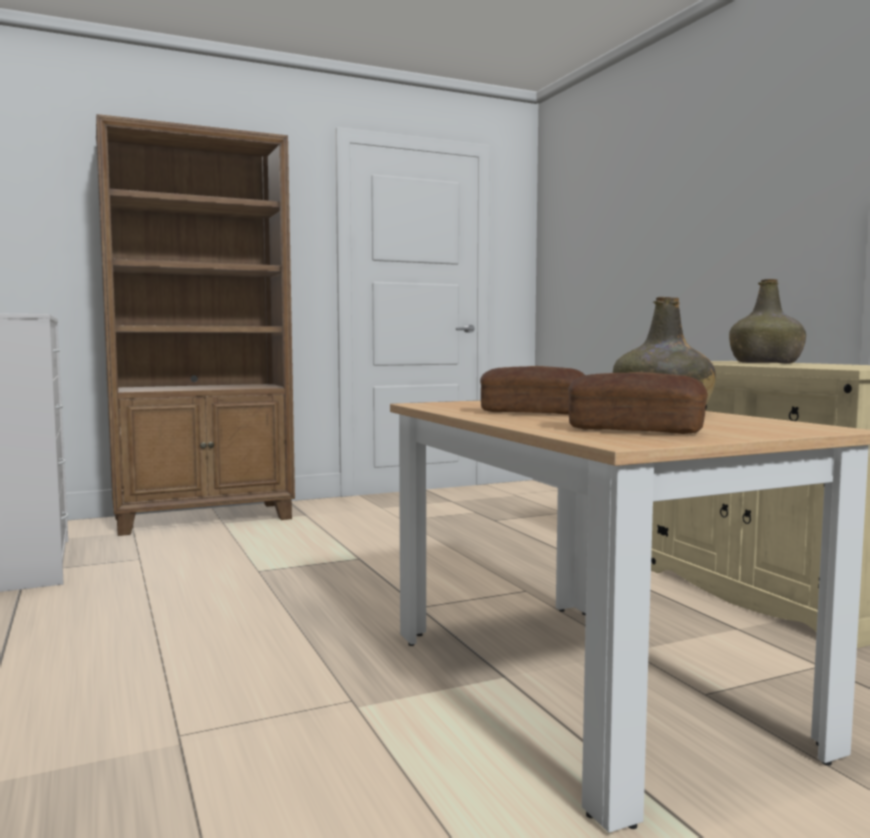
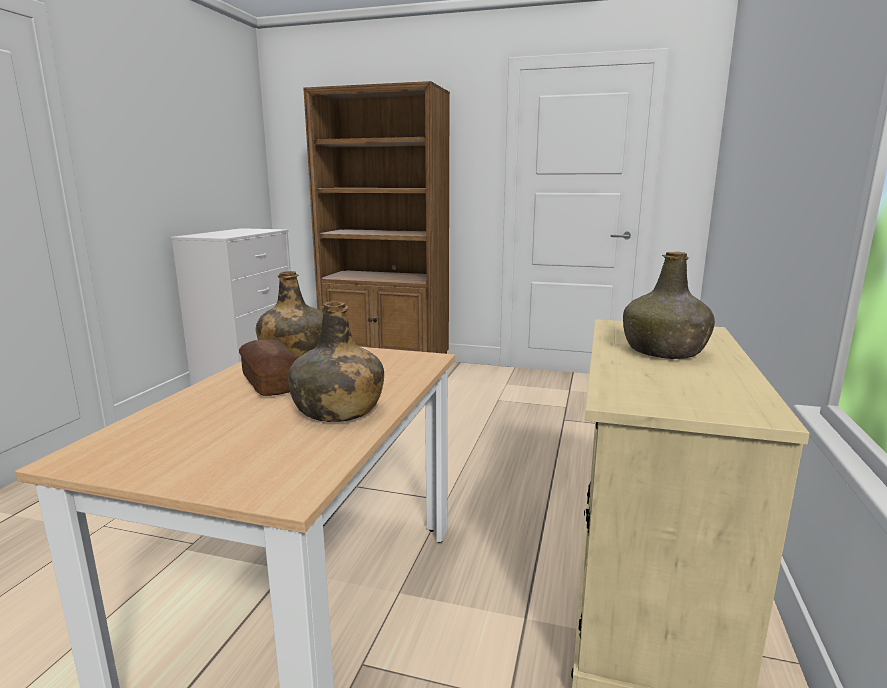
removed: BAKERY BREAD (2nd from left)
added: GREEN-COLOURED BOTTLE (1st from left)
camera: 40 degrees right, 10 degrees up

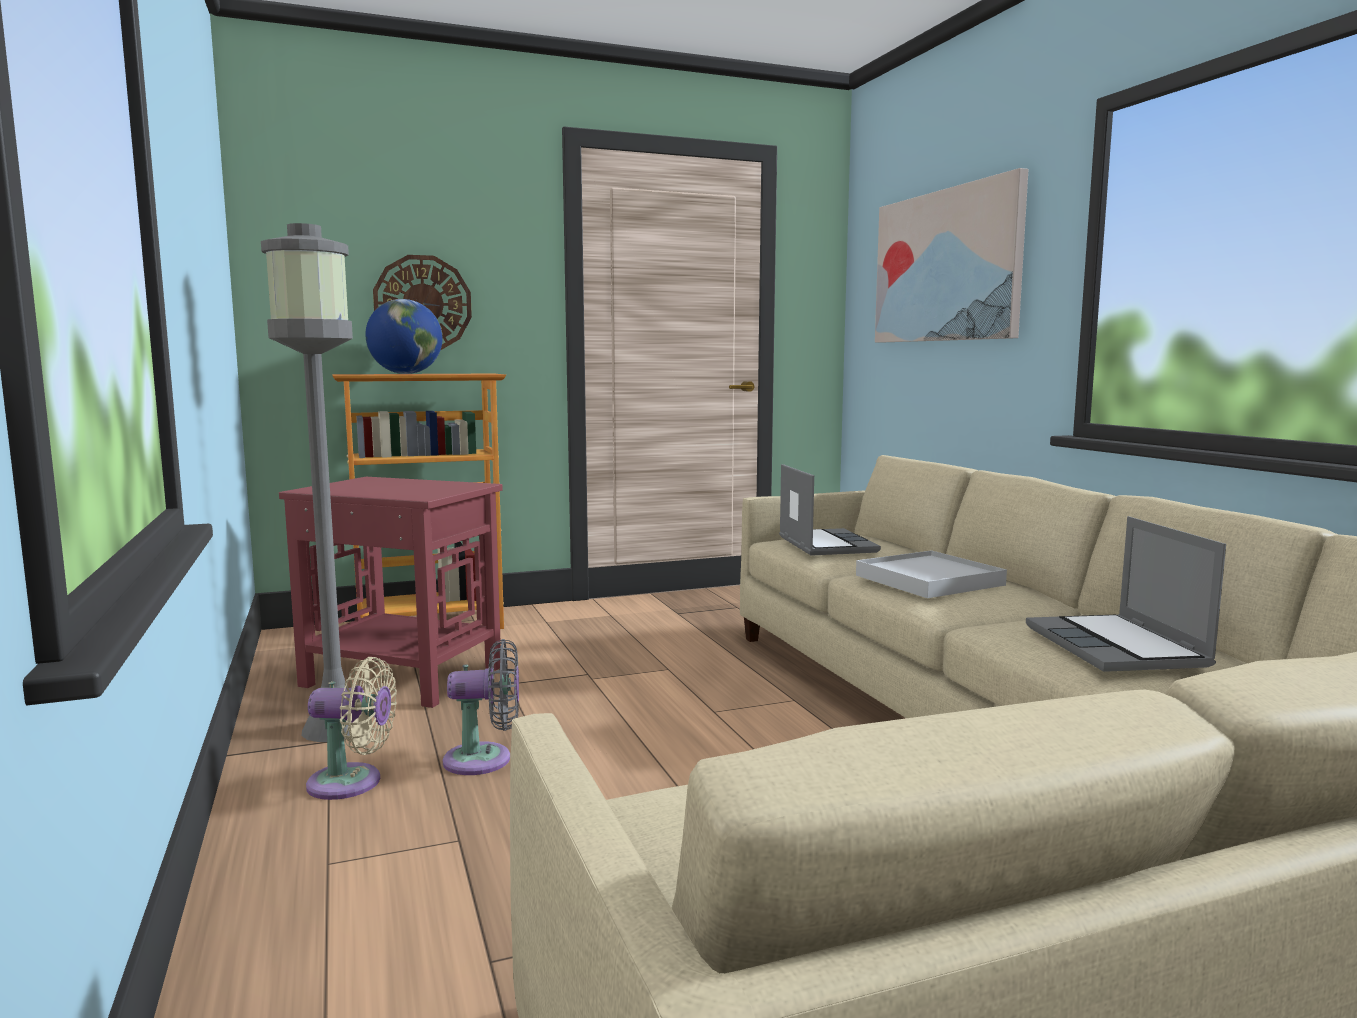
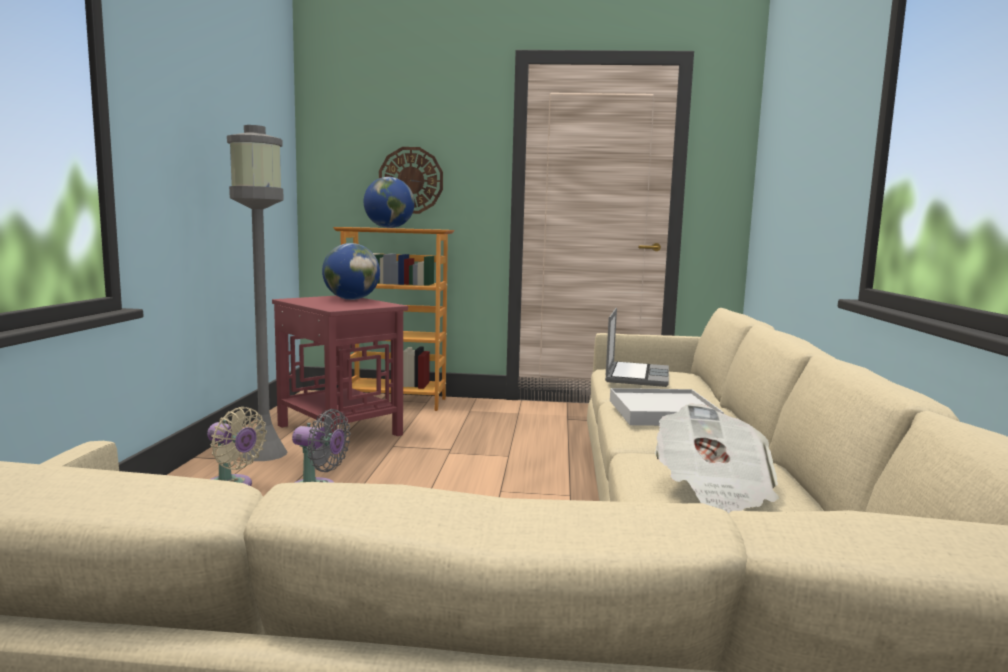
removed: WALL ART
added: WORLD GLOBE (1st from left)
replaced: PORTABLE COMPUTER (2nd from left) to PRINTED PAPER
camera: 25 degrees right, 0 degrees up

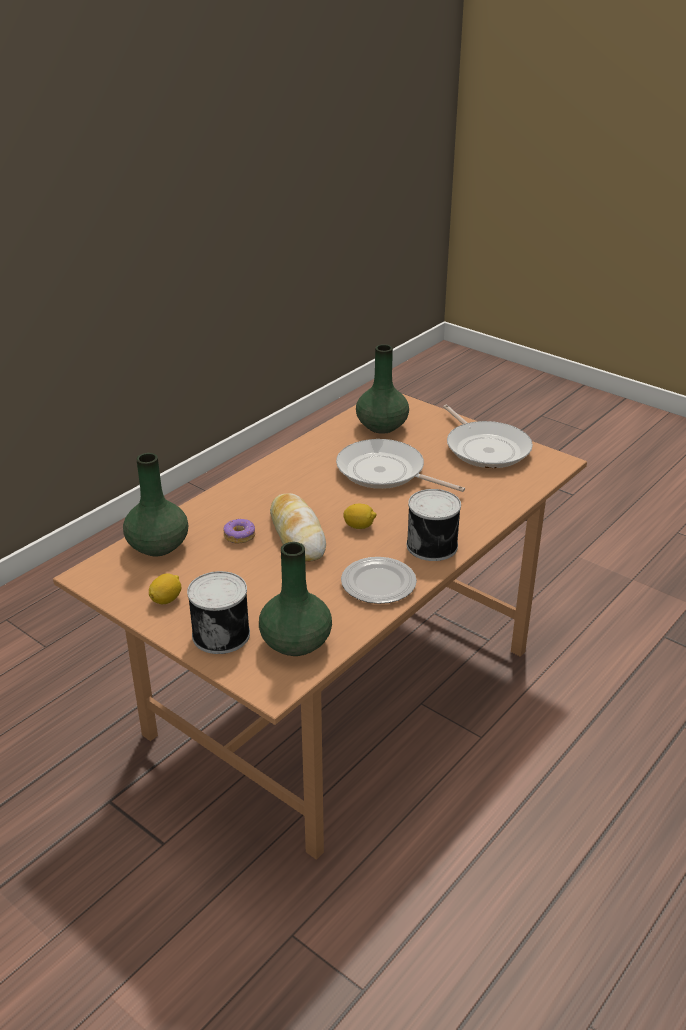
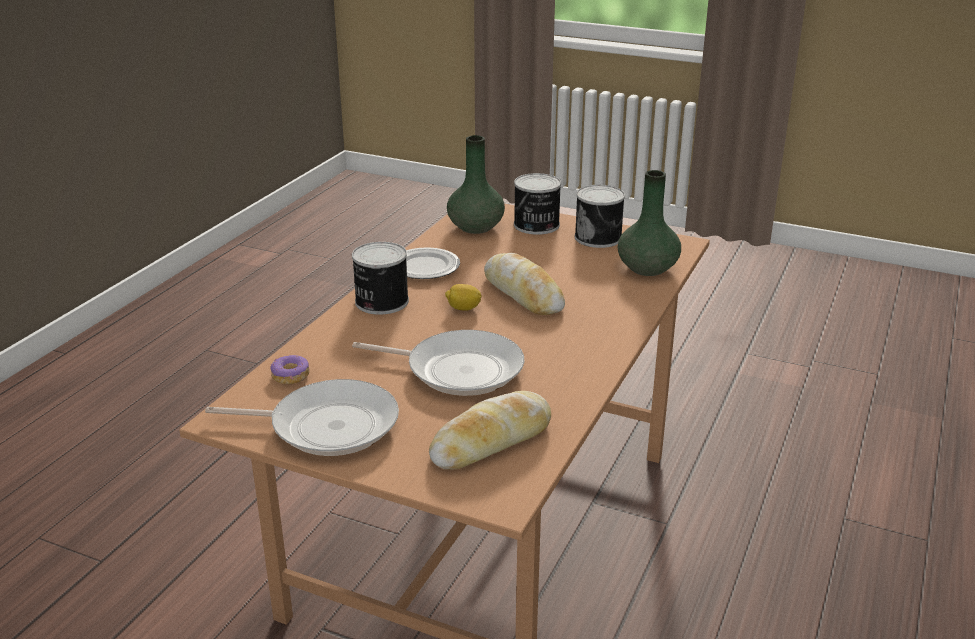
moved: DOUGHNUT
replaced: WHOLE LEMON (1st from left) to METAL CAN (3rd from left); GREEN-COLOURED VASE (3rd from left) to BAKERY BREAD (1st from left)
turned: SKILLET (2nd from left in the first image) 135 degrees clockwise
camera: 165 degrees right, 5 degrees down

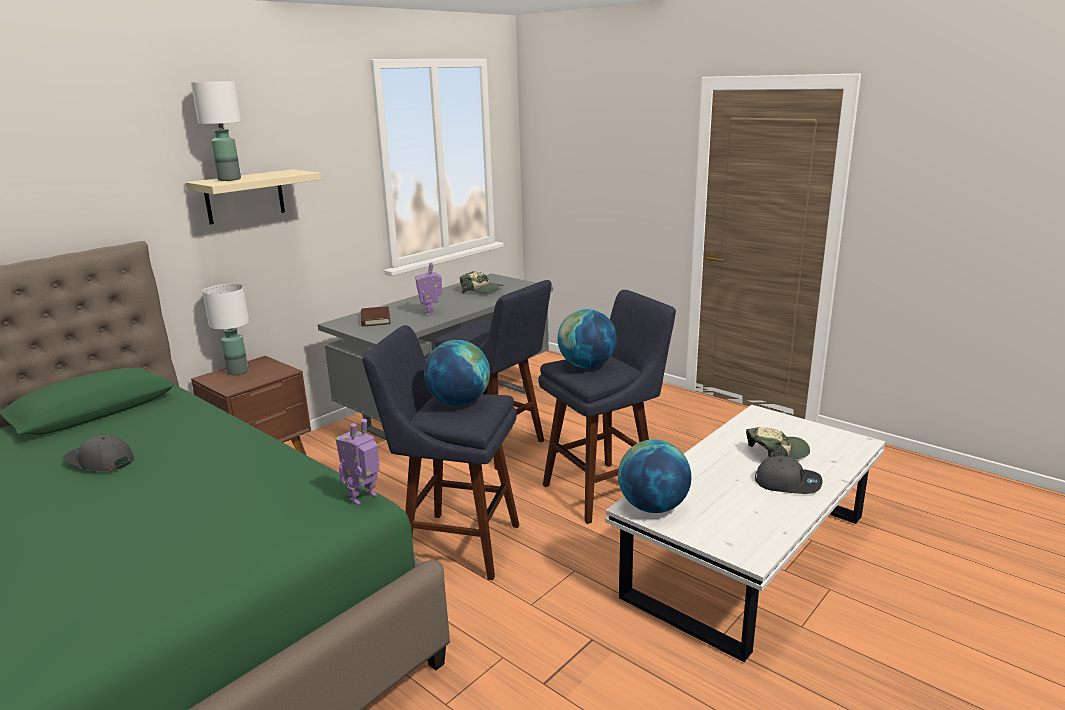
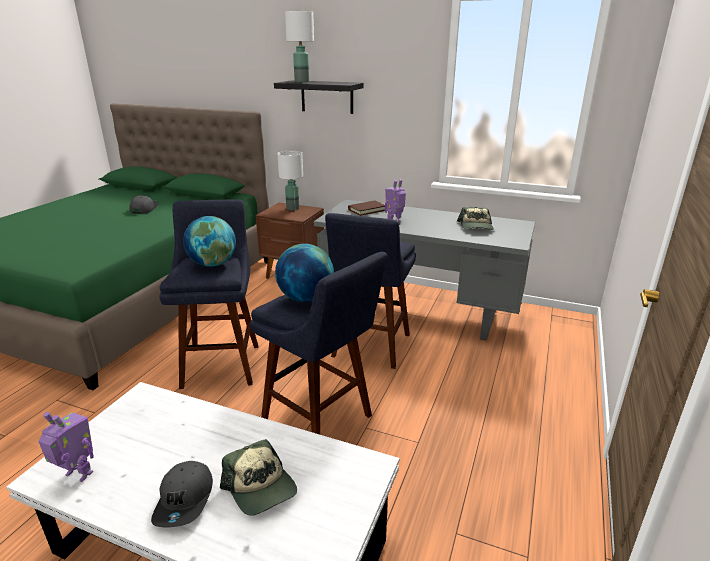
removed: WORLD GLOBE (3rd from left)
moved: MODEL ROBOT (1st from left)
recoloured: BEIGE-COLOURED BRACKET SHELF to BLACK BRACKET SHELF
camera: 70 degrees right, 5 degrees up

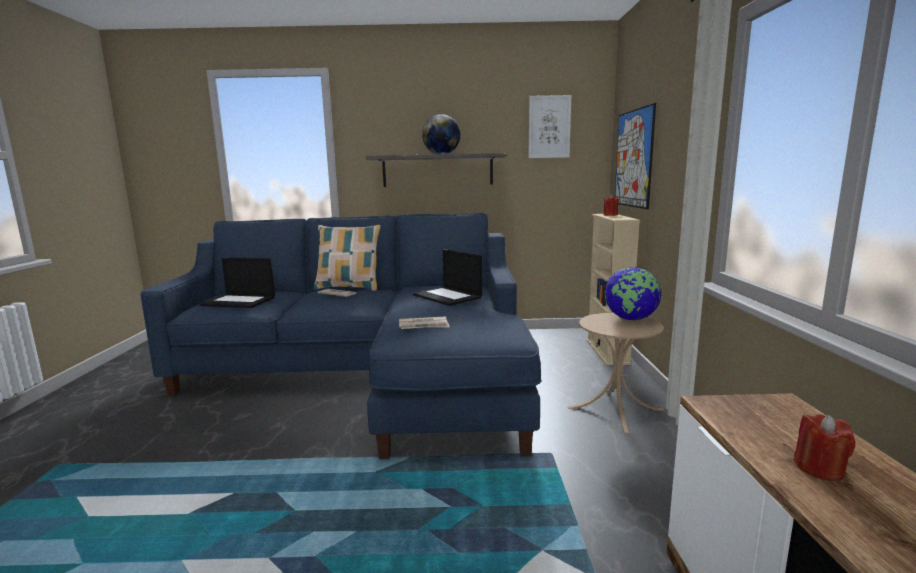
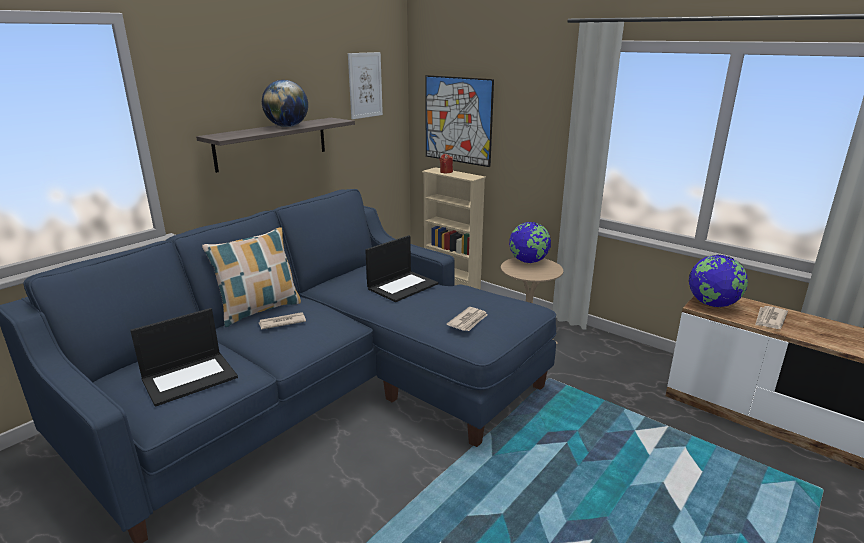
added: WORLD GLOBE (3rd from left)
replaced: RED CANDLE (2nd from left) to PRINTED PAPER (3rd from left)
turned: PORTABLE COMPUTER (2nd from left) 45 degrees counterclockwise
camera: 50 degrees left, 10 degrees up

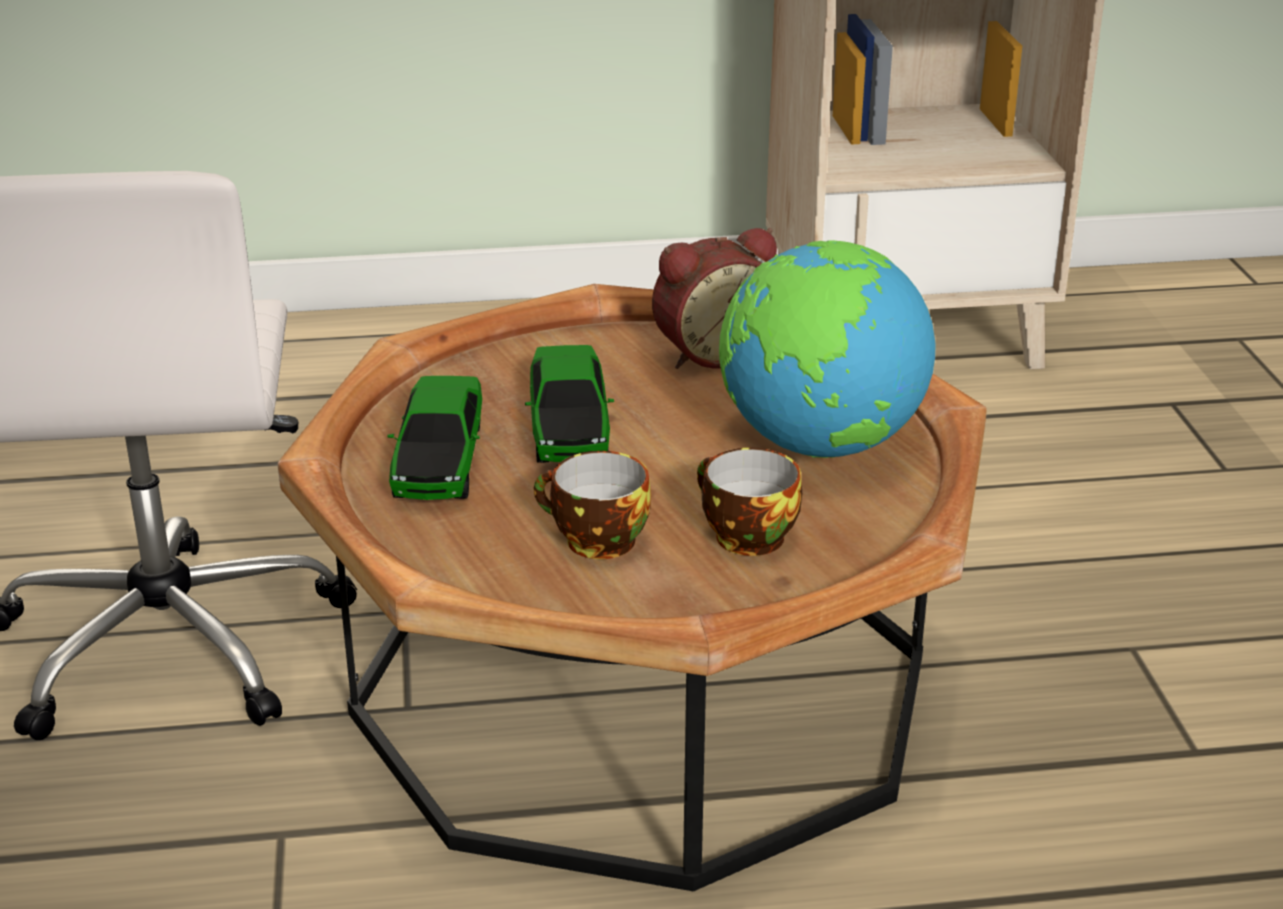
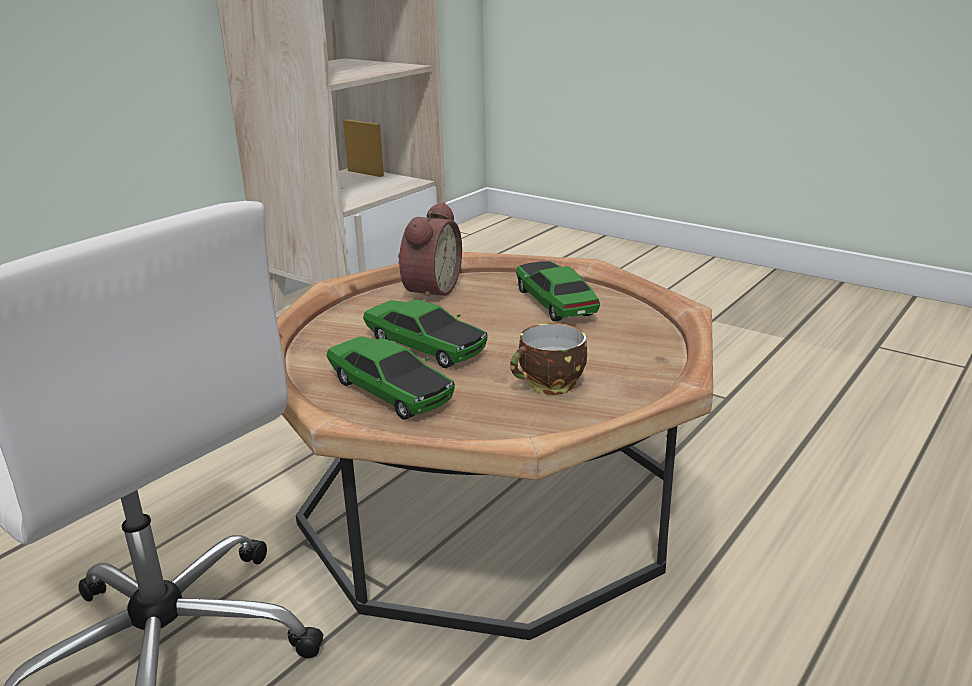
removed: DRINKING CUP (2nd from left)
replaced: WORLD GLOBE to MINIATURE CAR (3rd from left)
camera: 45 degrees left, 5 degrees down

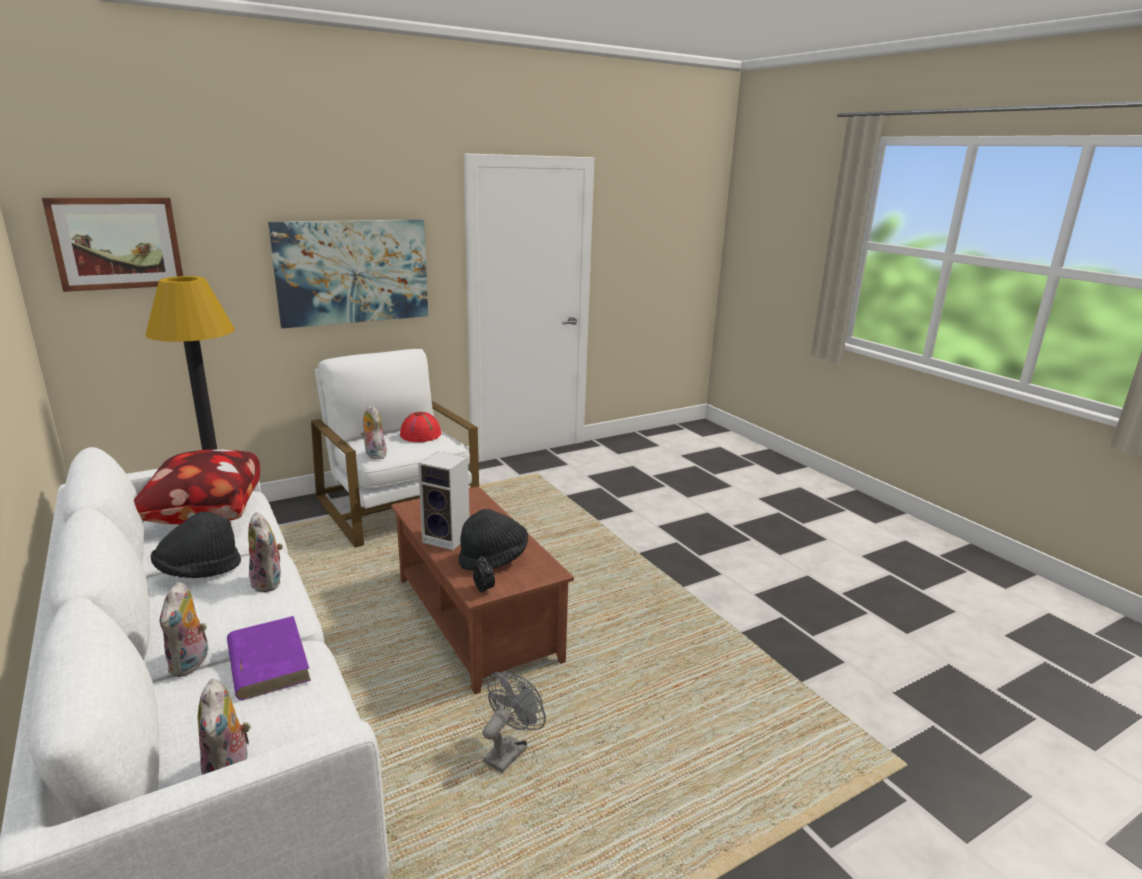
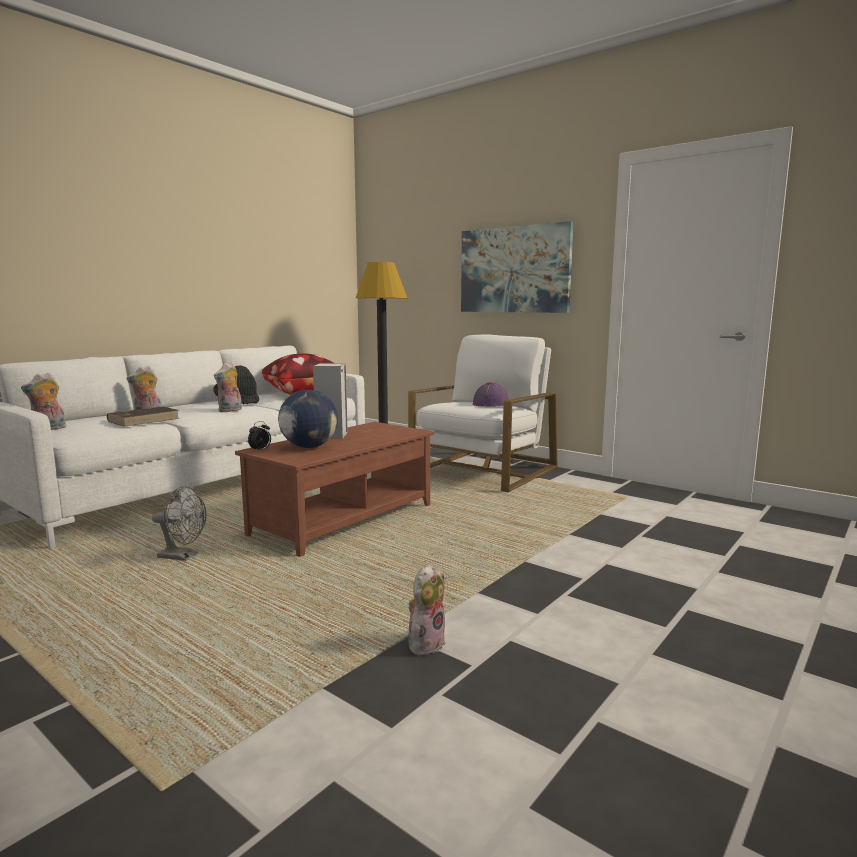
removed: WALL ART (1st from left)
moved: CUDDLY TOY (4th from left)
replaced: BLACK WEARABLE HAT (2nd from left) to WORLD GLOBE
recoloured: PURPLE BOOK to BROWNISH BOOK; RED WEARABLE HAT to PURPLE WEARABLE HAT
camera: 70 degrees right, 10 degrees down

